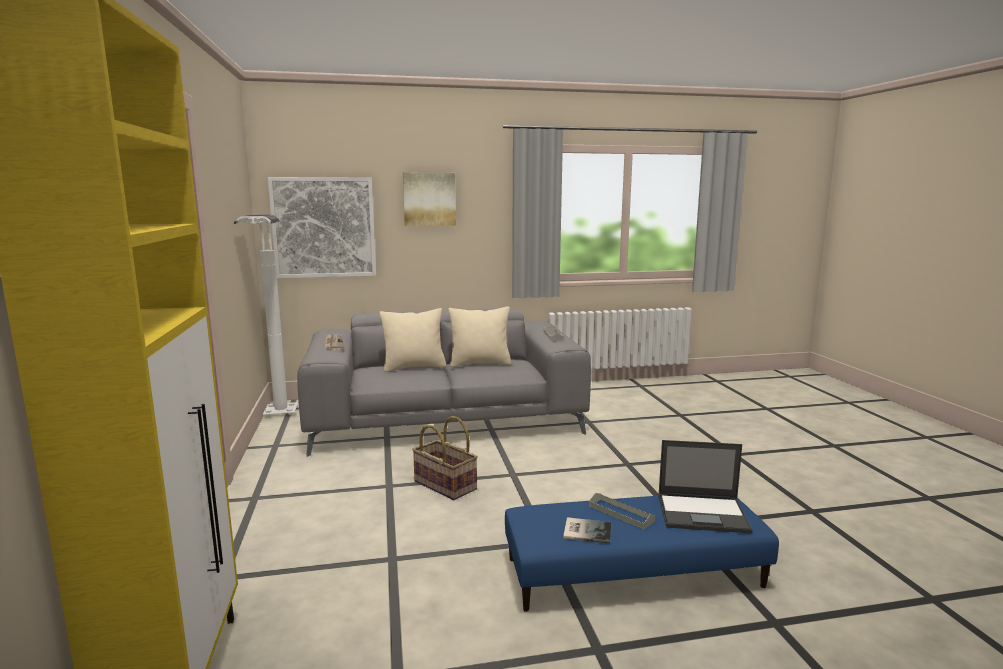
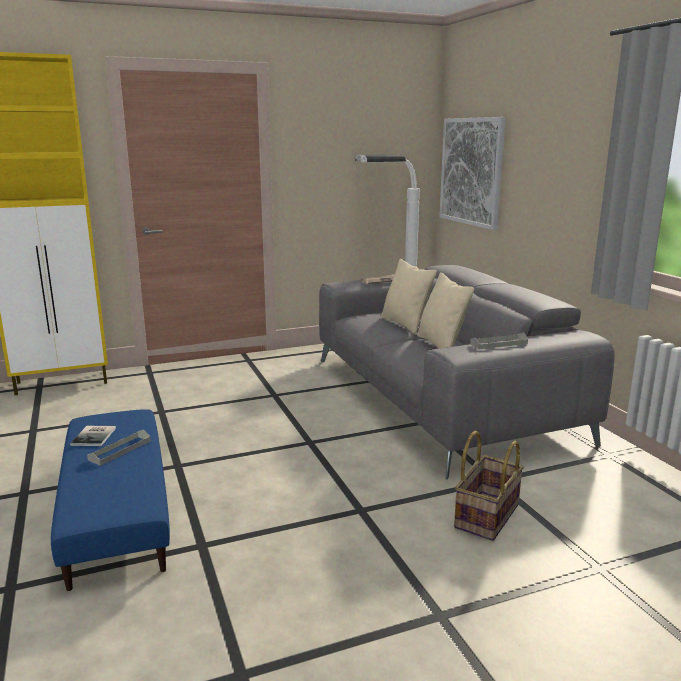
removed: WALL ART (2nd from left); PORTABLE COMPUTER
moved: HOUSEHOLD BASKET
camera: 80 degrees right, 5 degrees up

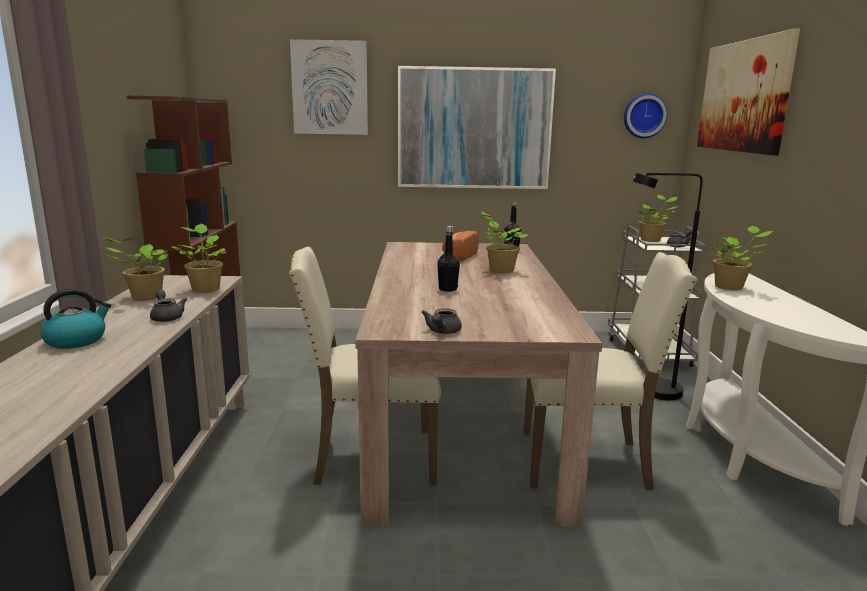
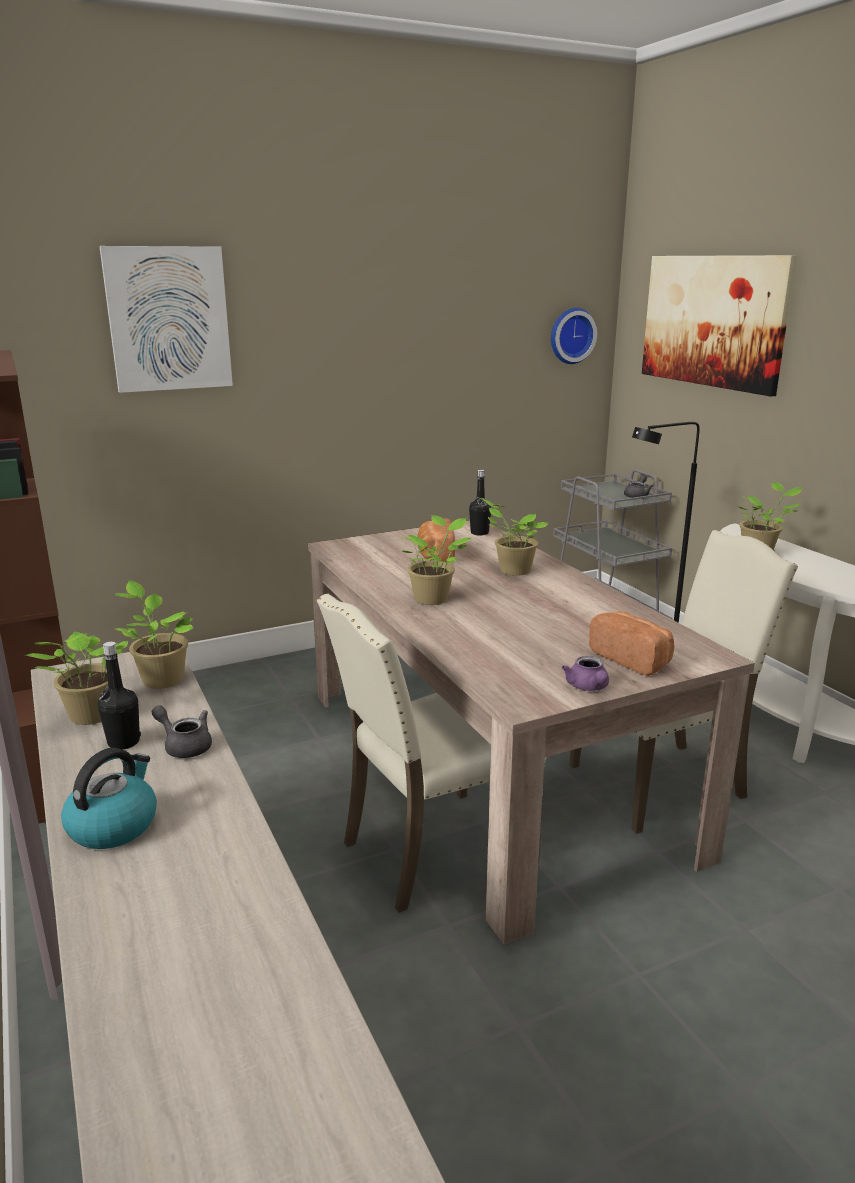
removed: WALL ART (2nd from left)
added: BAKERY BREAD (2nd from left)
moved: BLACK BOTTLE (1st from left); PLANT IN A POT (4th from left in the first image) to PLANT IN A POT (3rd from left)
recoloured: GRAY TEAPOT (2nd from left) to PURPLE TEAPOT
camera: 25 degrees left, 5 degrees up

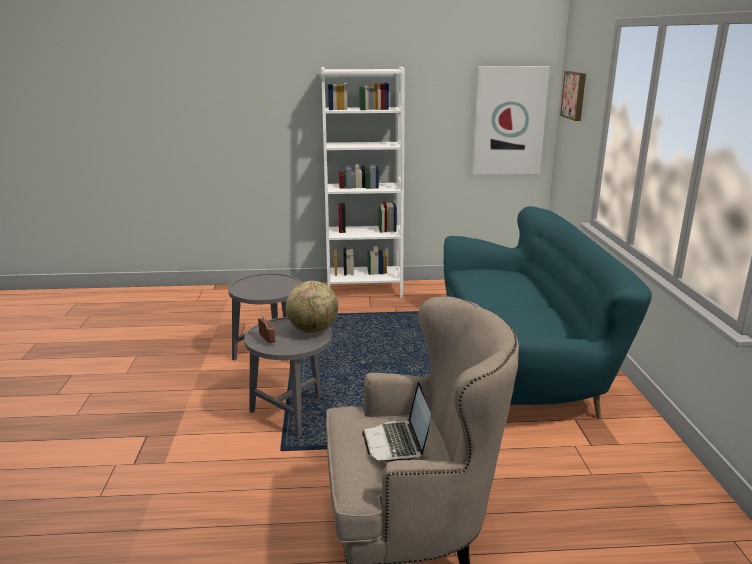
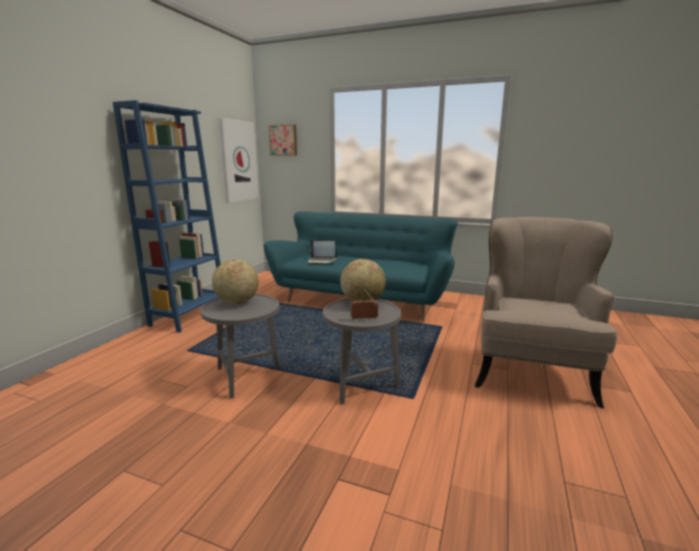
added: WORLD GLOBE (1st from left)
moved: PORTABLE COMPUTER
recoloured: WHITE-COLOURED SHELVING UNIT to BLUE-COLOURED SHELVING UNIT
camera: 65 degrees left, 5 degrees down

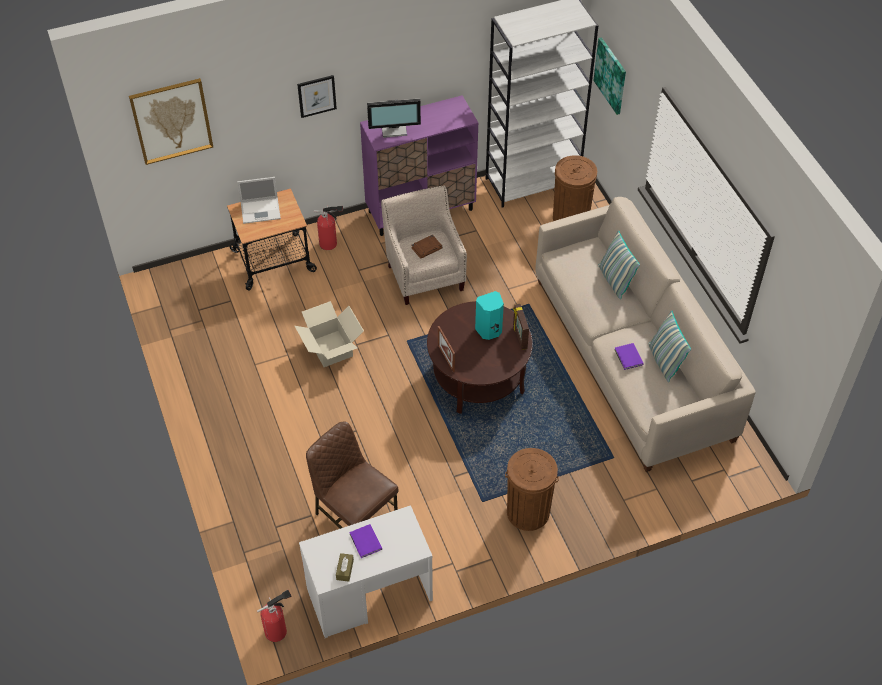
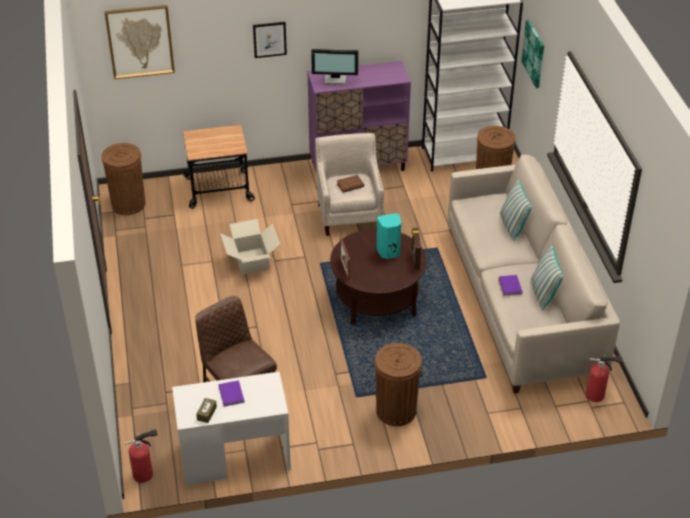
removed: PORTABLE COMPUTER
added: BROWNISH TRASH CAN (1st from left)
moved: EXTINGUISHER (2nd from left)
camera: 10 degrees right, 10 degrees down

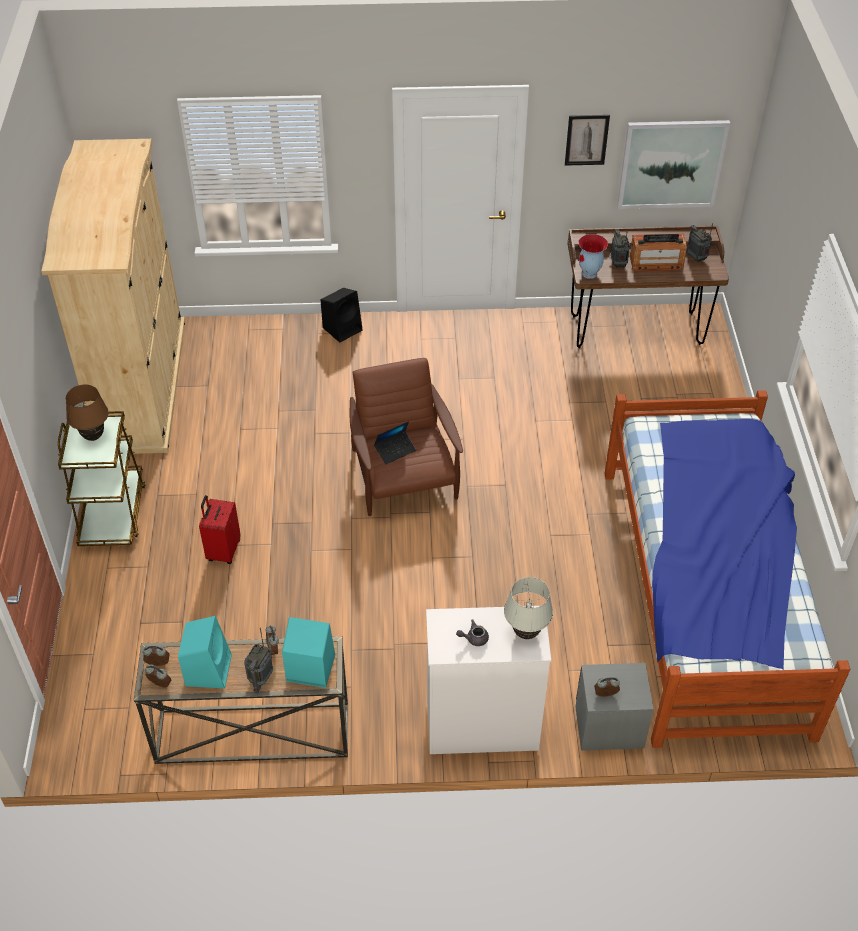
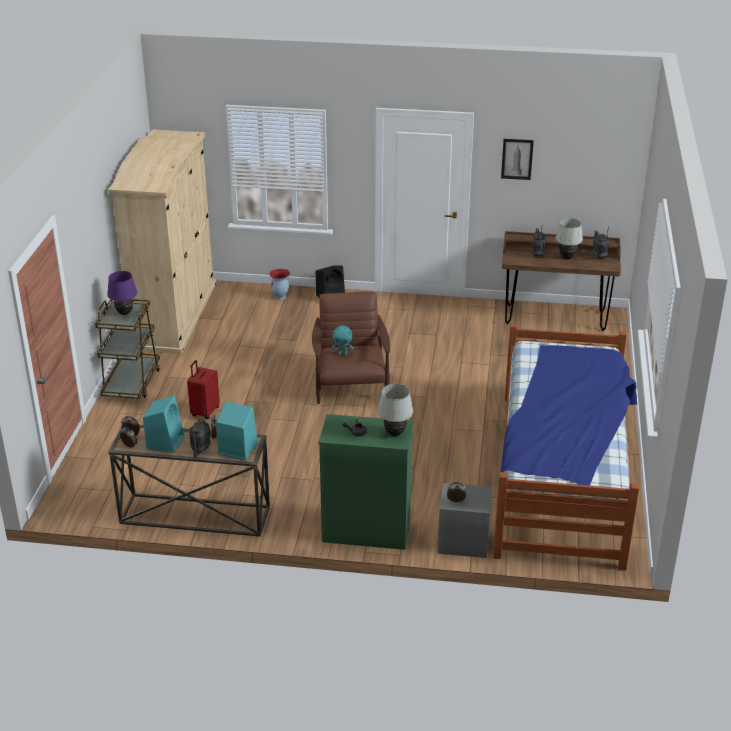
removed: WALL ART (2nd from left)
moved: VASE
replaced: PORTABLE COMPUTER to BLUE-GREEN CUDDLY TOY; RADIO (3rd from left) to WHITE-COLOURED TABLETOP LAMP (2nd from left)
recoloured: BROWNISH TABLETOP LAMP to PURPLE TABLETOP LAMP; WHITE-COLOURED DRESSER to GREEN-COLOURED DRESSER
camera: 10 degrees right, 15 degrees down

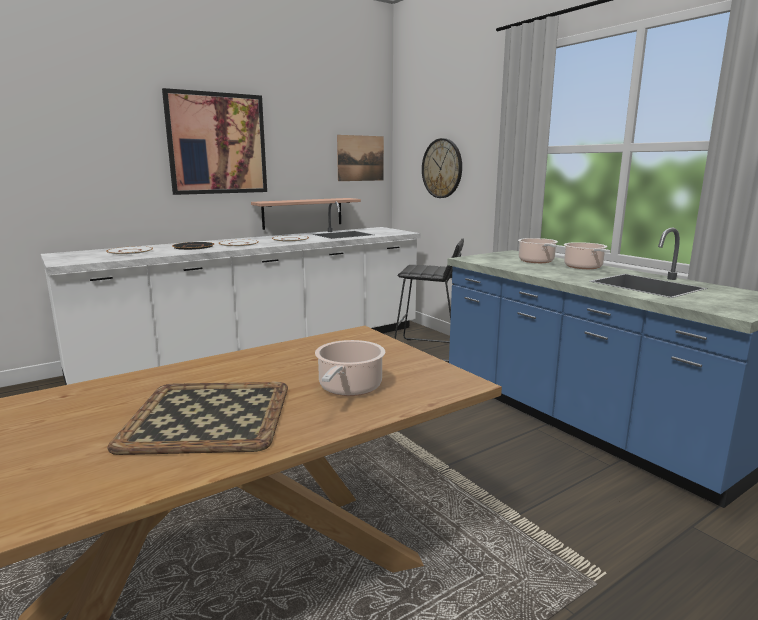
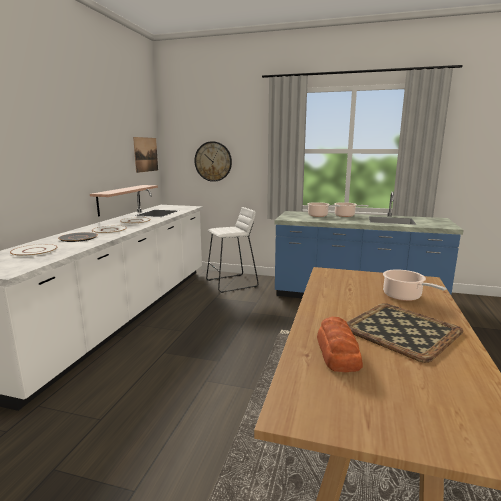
removed: WALL ART (1st from left)
added: BAKERY BREAD
recoloured: BLACK STOOL to WHITE-COLOURED STOOL
camera: 40 degrees left, 0 degrees up

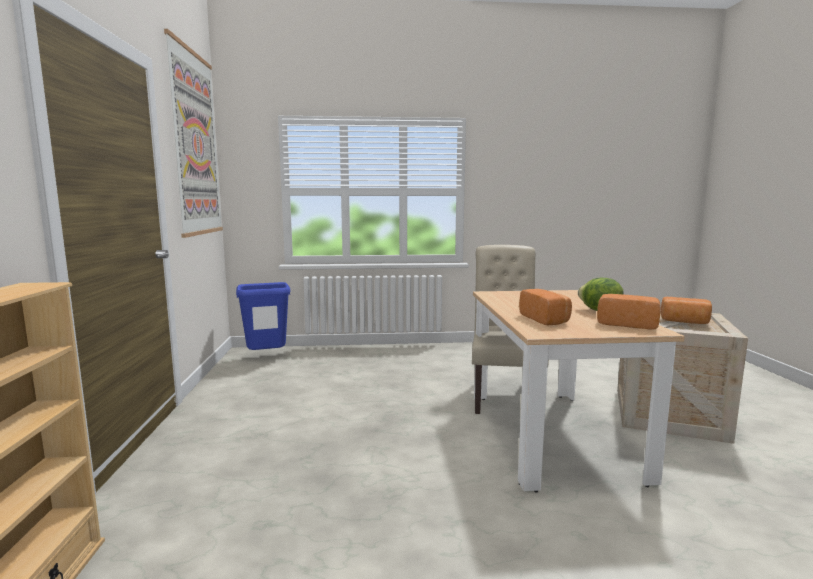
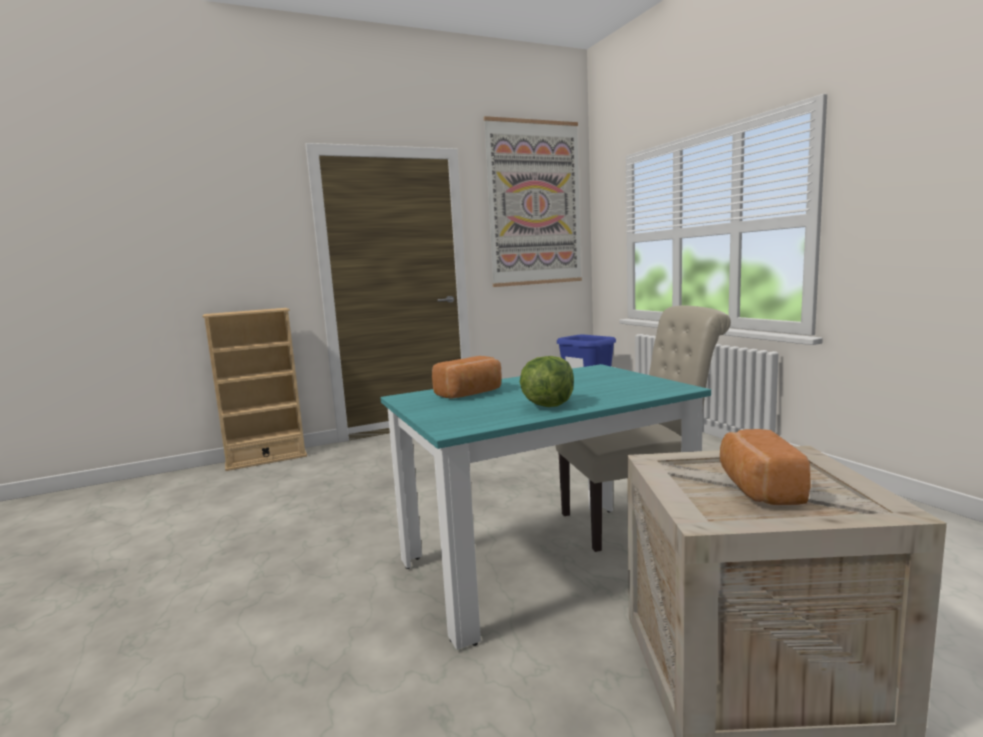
removed: BAKERY BREAD (2nd from left)
recoloured: BEIGE-COLOURED KITCHEN TABLE to BLUE-GREEN KITCHEN TABLE
camera: 70 degrees right, 0 degrees up

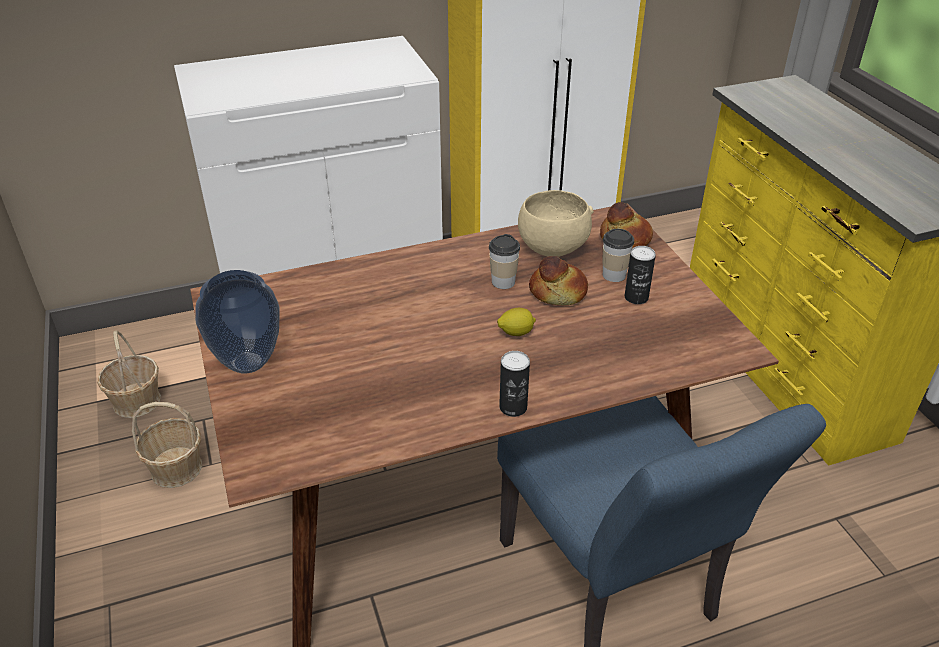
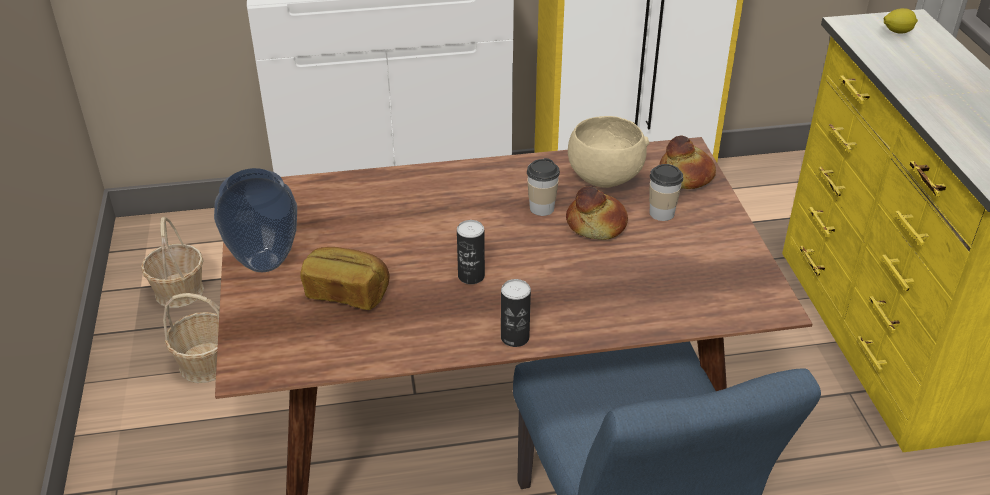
added: BAKERY BREAD (1st from left)
moved: WHOLE LEMON; METAL CAN (2nd from left in the first image) to METAL CAN (1st from left)
camera: 10 degrees right, 0 degrees up

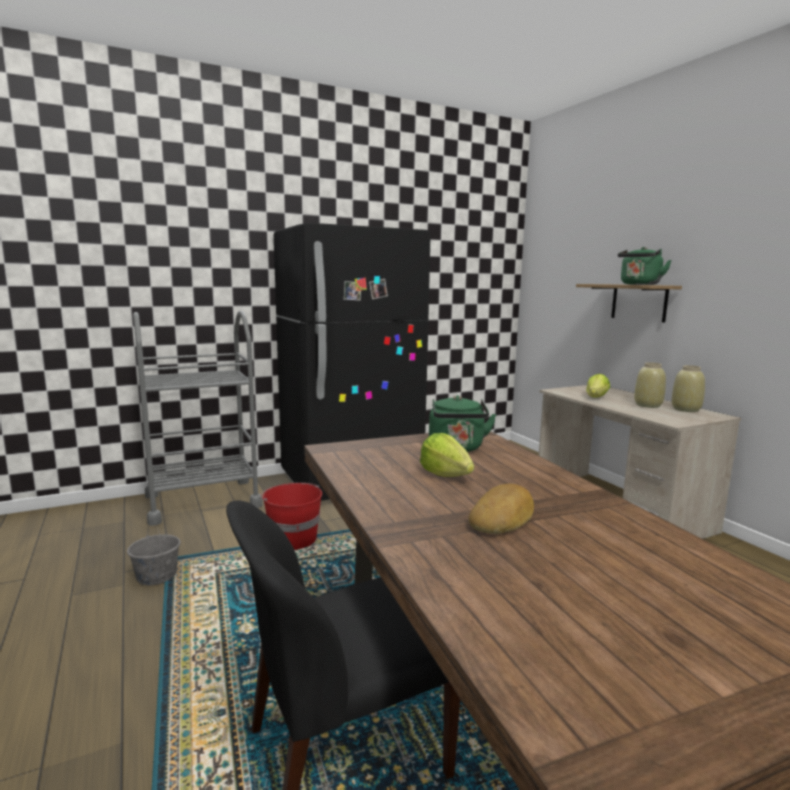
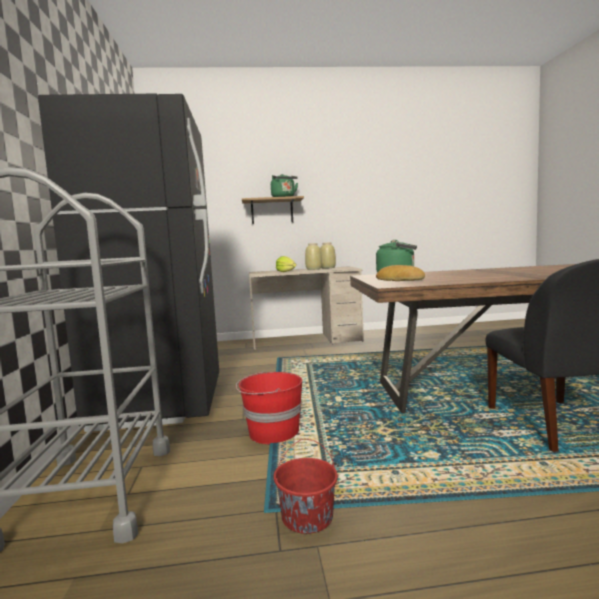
removed: HEAD OF LETTUCE (1st from left)
moved: BAKERY BREAD
recoloured: GRAY WATER BUCKET to RED WATER BUCKET (2nd from left)
camera: 70 degrees left, 5 degrees down

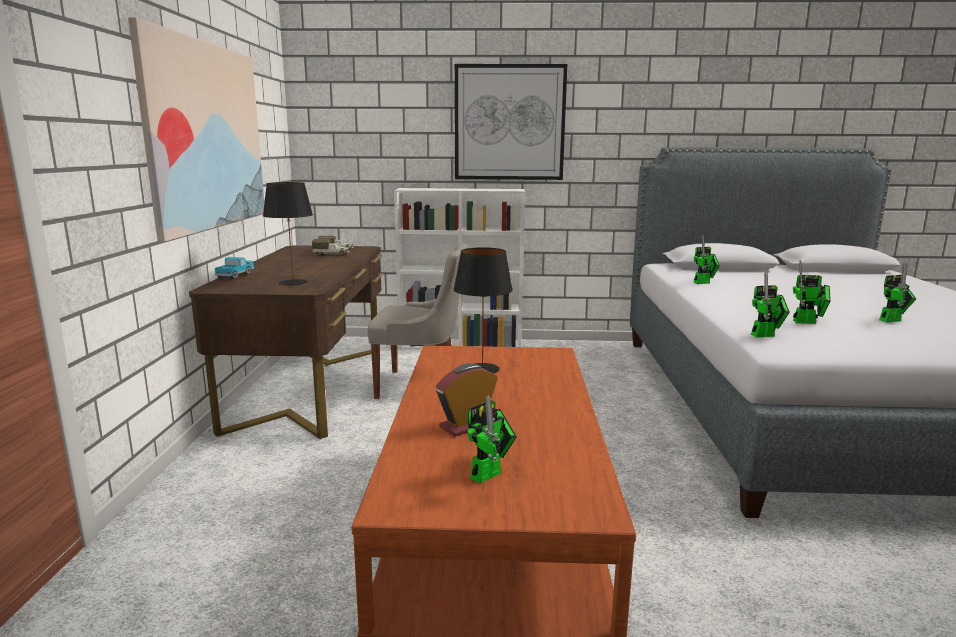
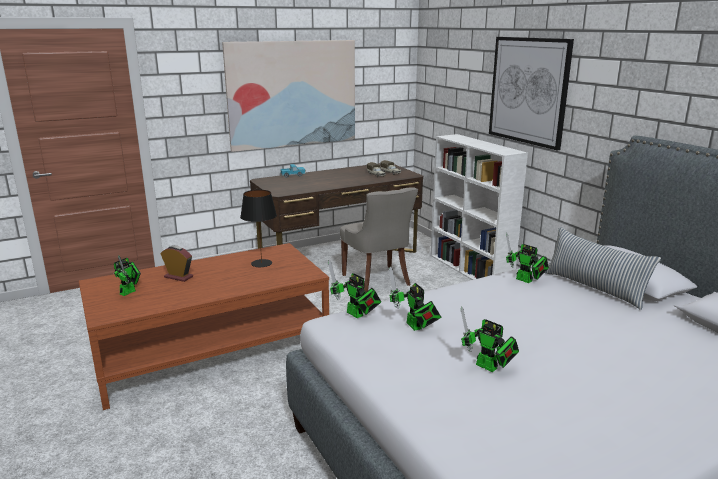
removed: BLACK TABLETOP LAMP (1st from left)
added: CUSHION
turned: MODEL ROBOT (1st from left) 75 degrees counterclockwise
camera: 60 degrees right, 5 degrees up

